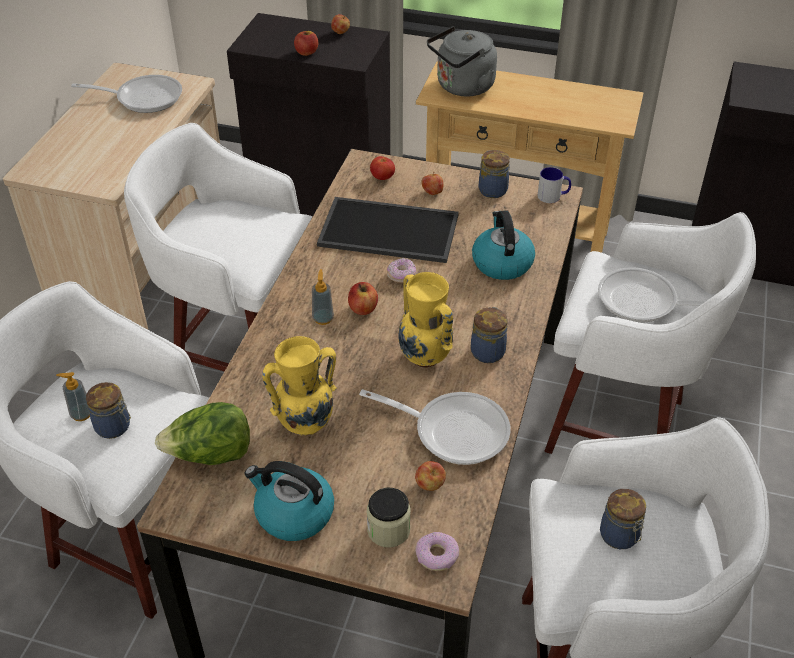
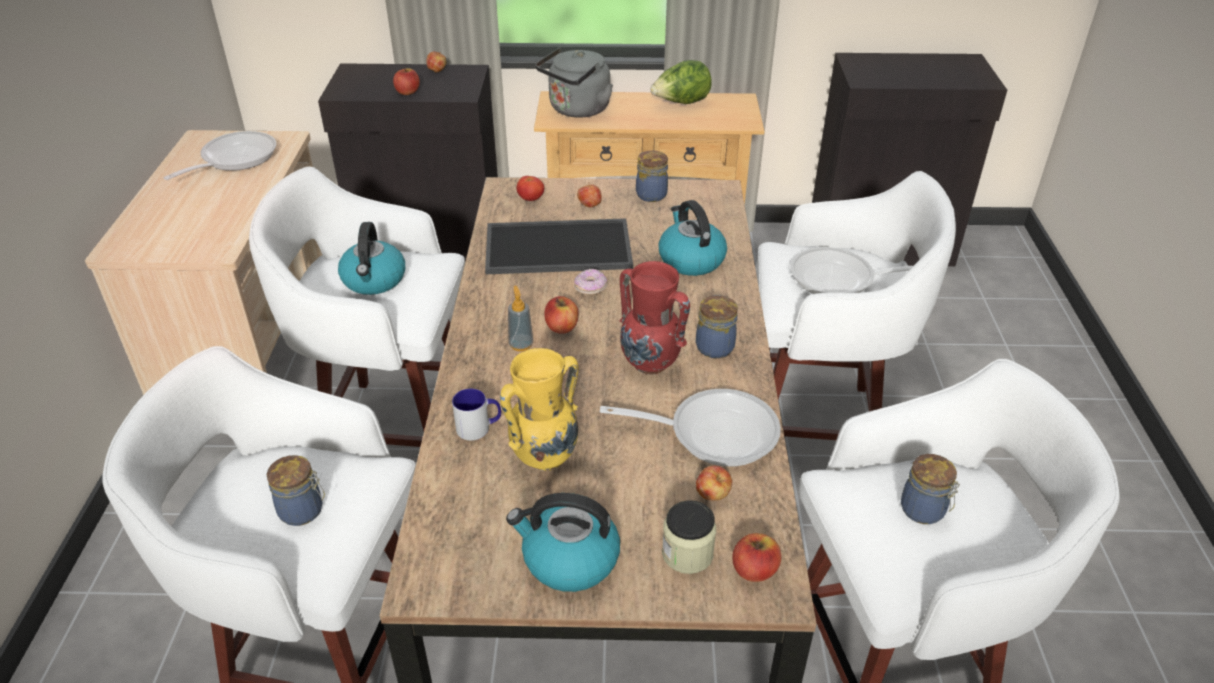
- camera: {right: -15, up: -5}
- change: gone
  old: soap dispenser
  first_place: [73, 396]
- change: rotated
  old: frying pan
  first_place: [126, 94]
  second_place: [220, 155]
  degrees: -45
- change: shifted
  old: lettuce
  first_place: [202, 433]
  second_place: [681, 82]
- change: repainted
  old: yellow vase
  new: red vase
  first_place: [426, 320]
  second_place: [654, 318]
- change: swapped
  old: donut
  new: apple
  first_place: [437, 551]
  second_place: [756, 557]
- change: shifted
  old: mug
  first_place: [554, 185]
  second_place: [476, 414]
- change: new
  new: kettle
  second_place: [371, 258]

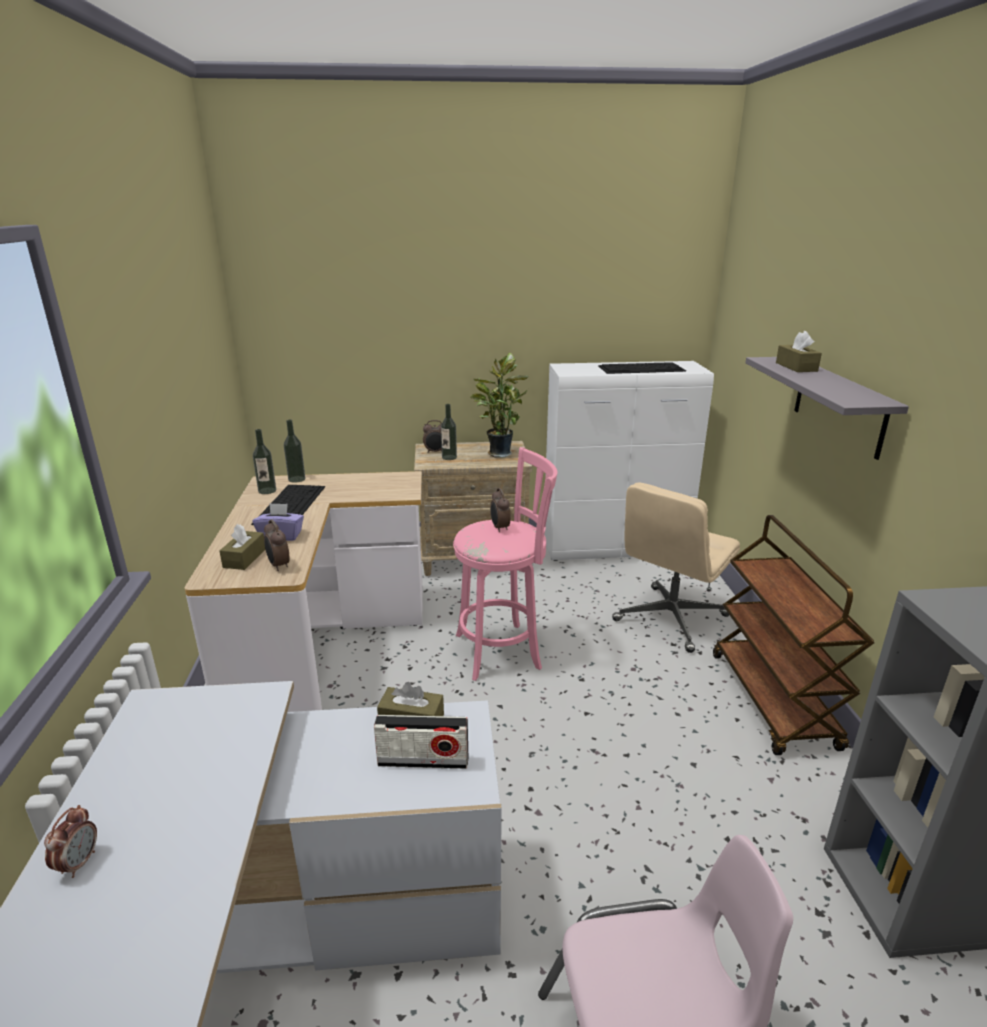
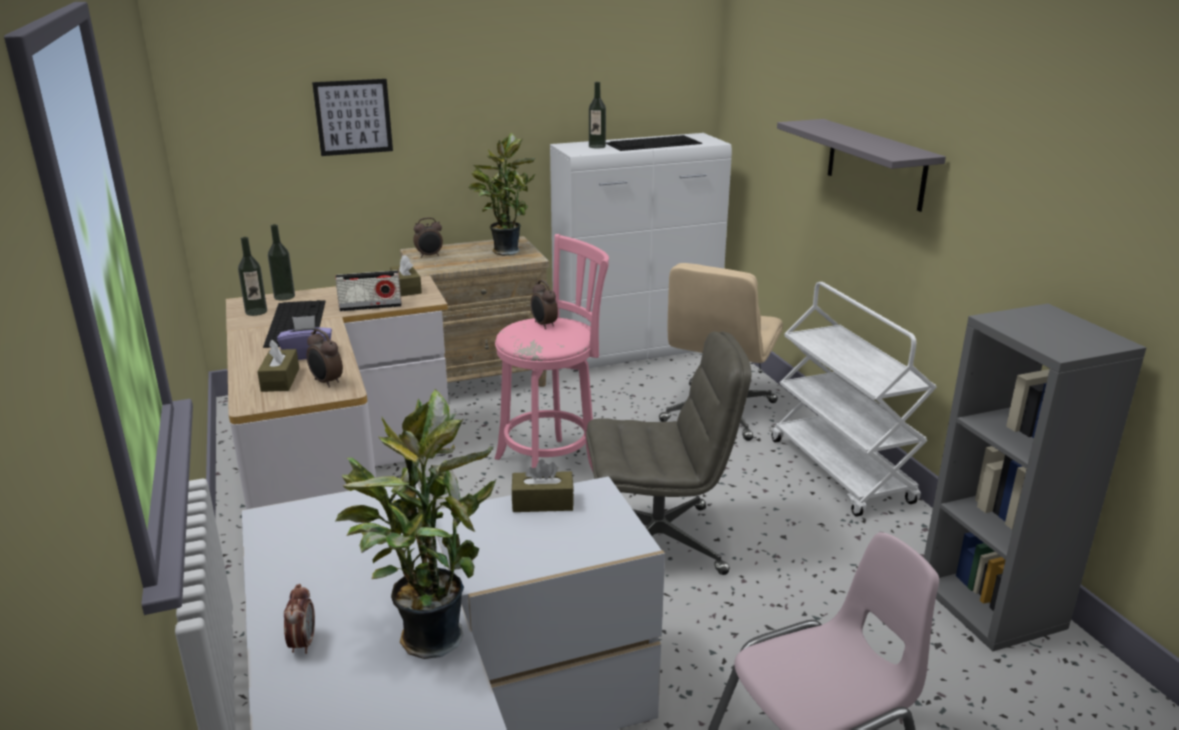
- camera: {right: -15, up: 0}
- change: shifted
  old: radio
  first_place: [421, 742]
  second_place: [368, 290]
- change: shifted
  old: bottle
  first_place: [449, 432]
  second_place: [597, 115]
- change: repainted
  old: brown cart
  new: white cart
  first_place: [793, 635]
  second_place: [854, 399]
- change: shifted
  old: brown tissue box
  first_place: [799, 351]
  second_place: [406, 275]
- change: new
  new: picture
  second_place: [352, 117]
- change: new
  new: potted plant
  second_place: [416, 524]
- change: new
  new: grey office chair
  second_place: [669, 453]

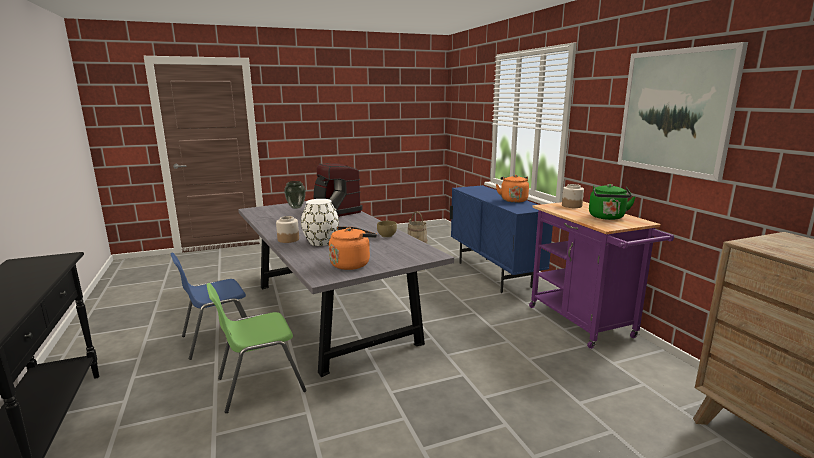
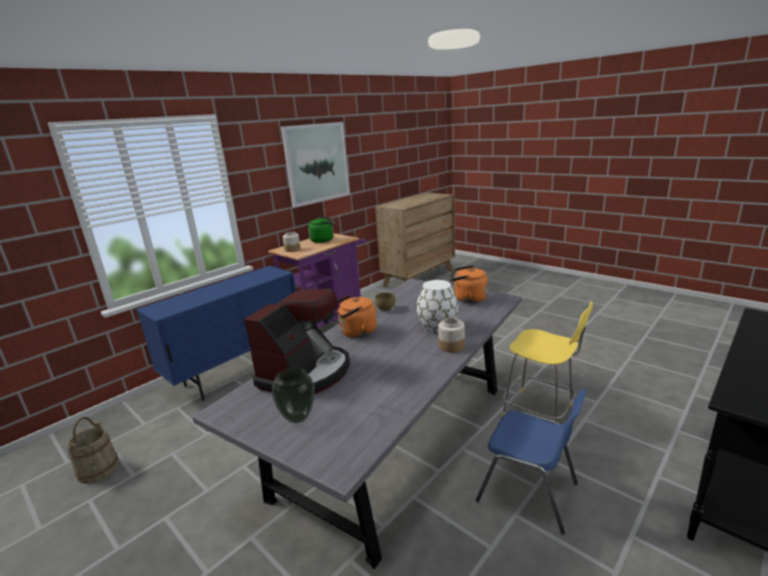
- camera: {right: -115, up: 5}
- change: swapped
  old: green chair
  new: yellow stool
  first_place: [257, 348]
  second_place: [547, 362]
- change: shifted
  old: orange kettle
  first_place: [512, 189]
  second_place: [356, 316]

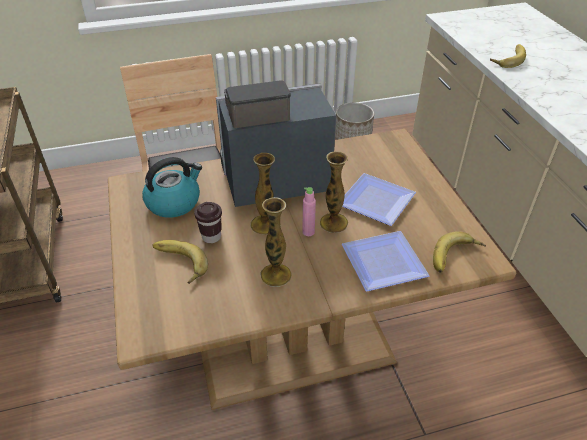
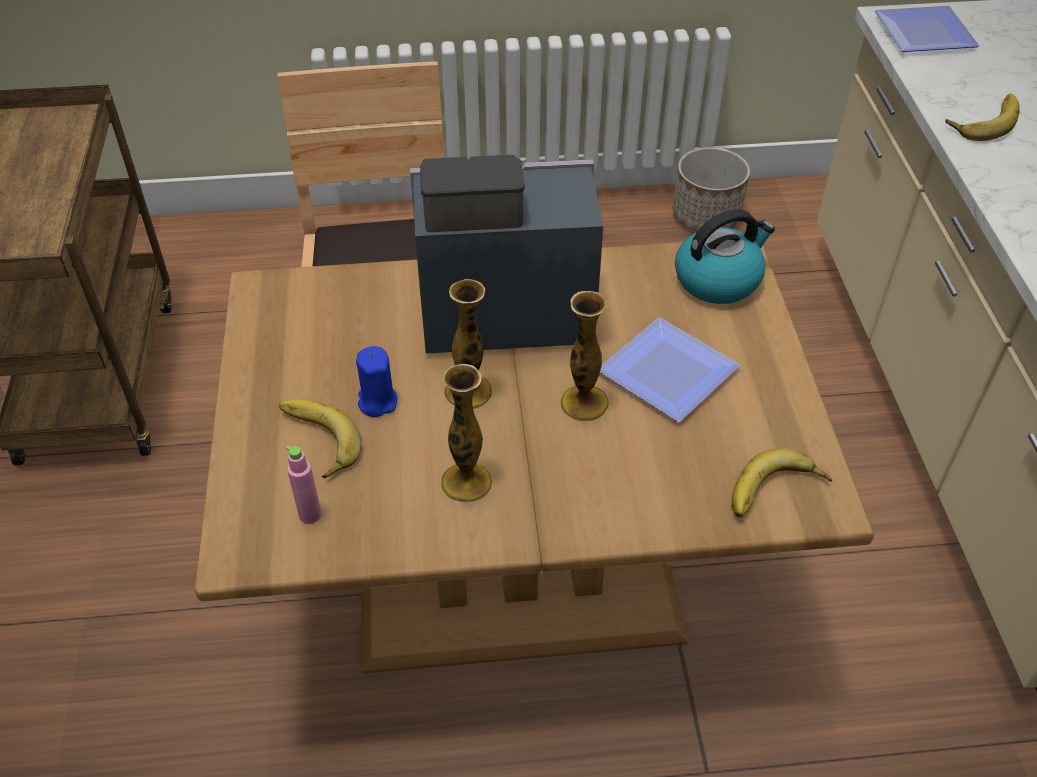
- camera: {right: 10, up: 5}
- change: shifted
  old: kettle
  first_place: [172, 187]
  second_place: [725, 256]
- change: swapped
  old: brown cup
  new: blue candle
  first_place: [208, 222]
  second_place: [376, 381]
- change: shifted
  old: pink bottle
  first_place: [309, 211]
  second_place: [303, 485]
- change: shifted
  old: plate
  first_place: [386, 261]
  second_place: [927, 29]

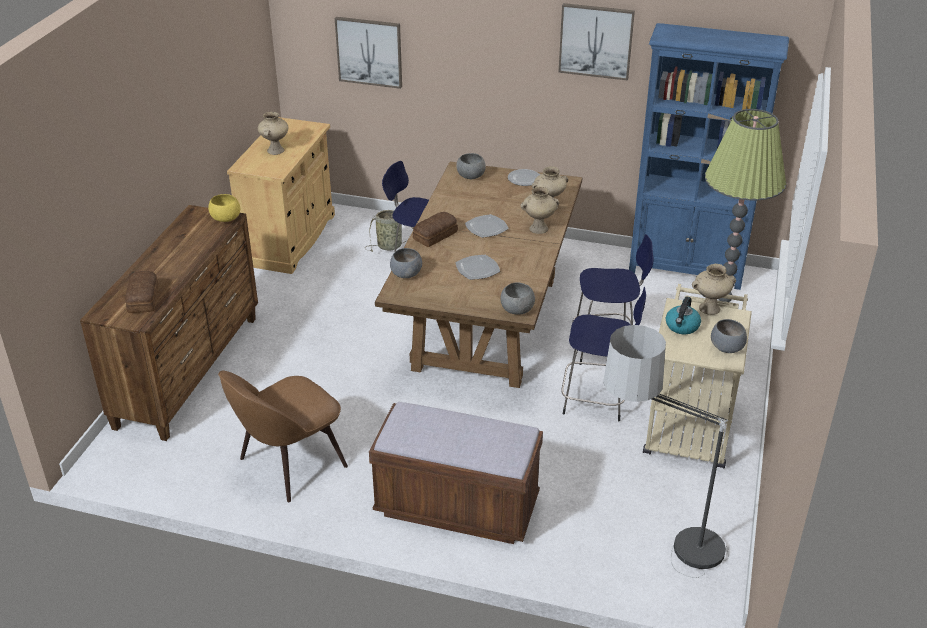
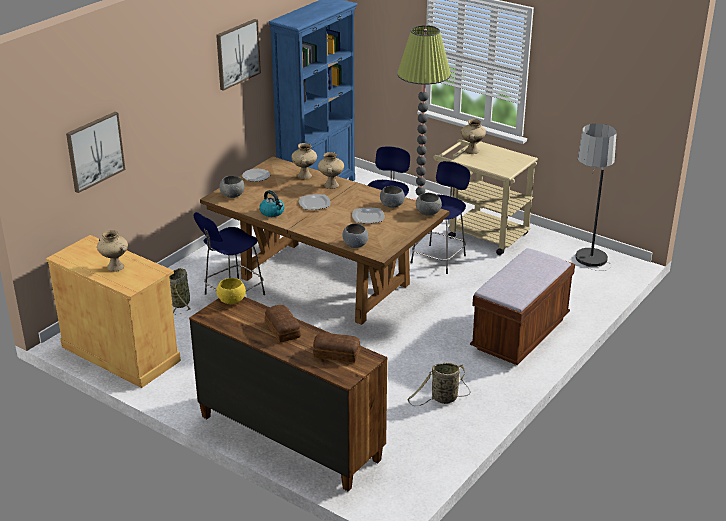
- camera: {right: -70, up: -5}
- change: swapped
  old: brown chair
  new: basket
  first_place: [283, 436]
  second_place: [439, 384]
- change: shifted
  old: bread
  first_place: [435, 229]
  second_place: [283, 323]
- change: shifted
  old: kettle
  first_place: [683, 315]
  second_place: [272, 203]
- change: shifted
  old: grey bowl
  first_place: [729, 336]
  second_place: [392, 196]

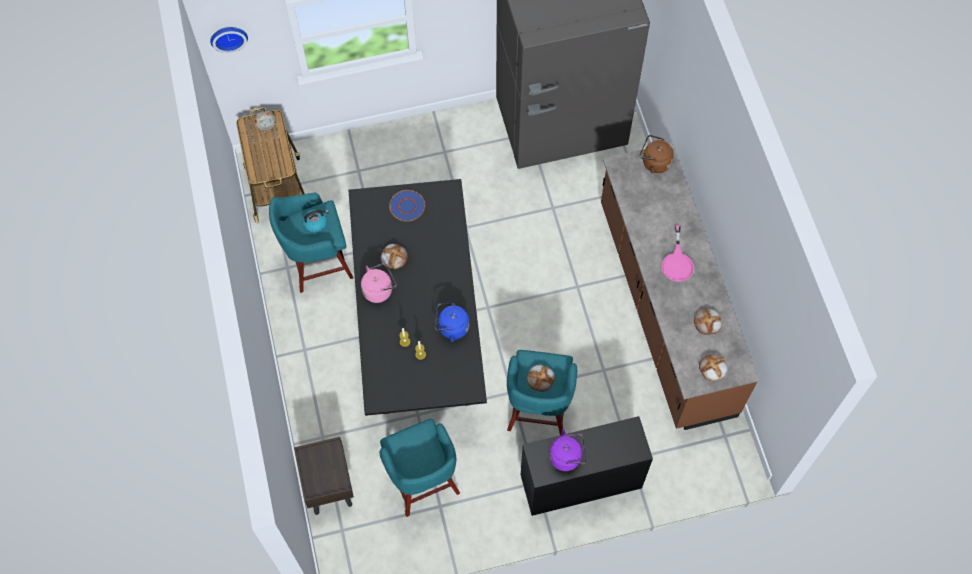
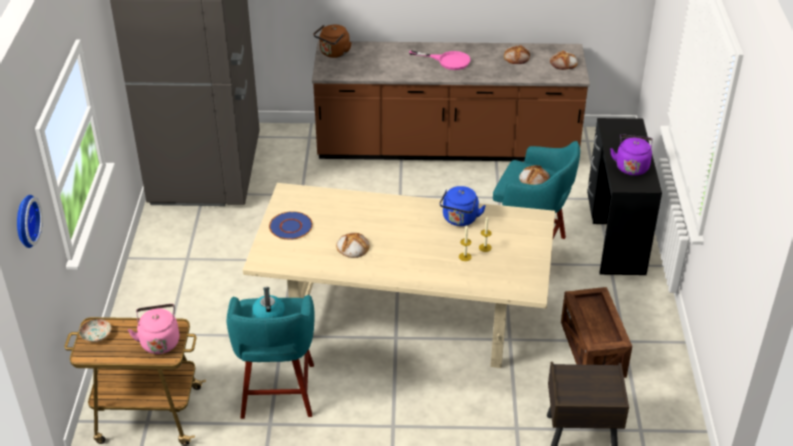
- camera: {right: -75, up: -25}
- change: repainted
  old: black dining table
  new: beige dining table
  first_place: [417, 297]
  second_place: [399, 275]
- change: shifted
  old: pink kettle
  first_place: [379, 283]
  second_place: [153, 329]
- change: swapped
  old: turquoise stool
  new: crate
  first_place: [420, 467]
  second_place: [596, 332]

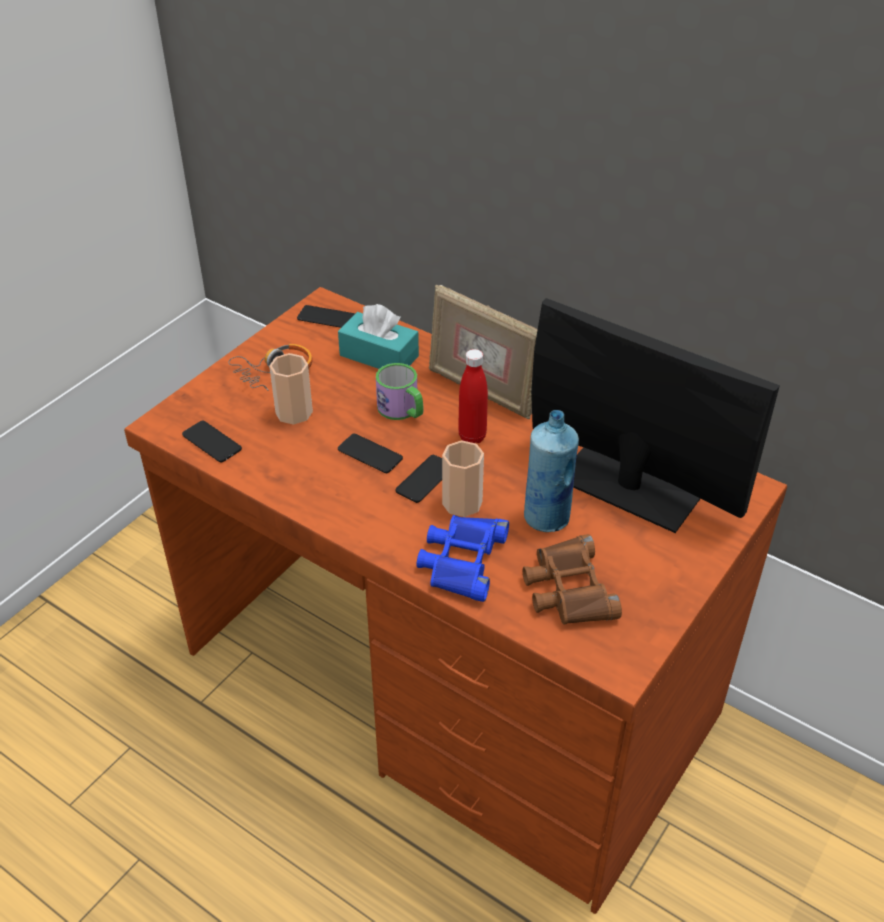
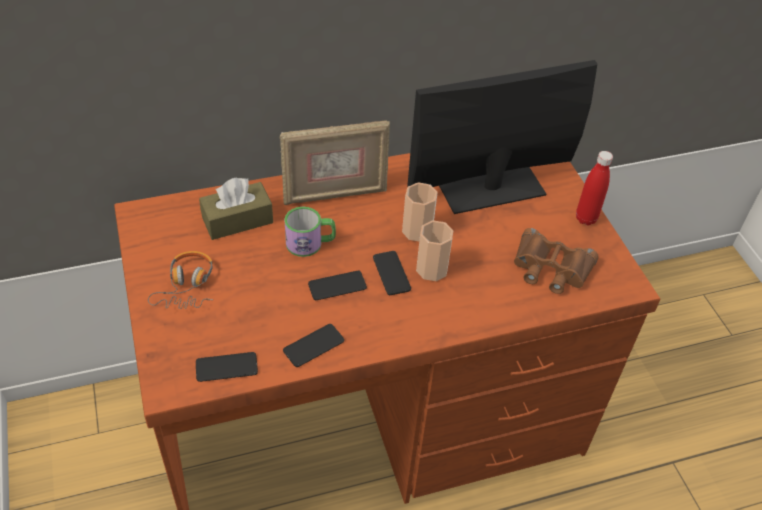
- camera: {right: -55, up: 5}
- change: shifted
  old: cup
  first_place: [291, 388]
  second_place: [420, 211]
- change: shifted
  old: phone
  first_place: [326, 316]
  second_place: [313, 345]
- change: repainted
  old: turquoise tissue box
  new: brown tissue box
  first_place: [378, 336]
  second_place: [236, 209]
- change: gone
  old: blue binoculars
  first_place: [463, 558]
- change: shifted
  old: red bottle
  first_place: [473, 396]
  second_place: [594, 188]
- change: gone
  old: blue bottle
  first_place: [551, 471]

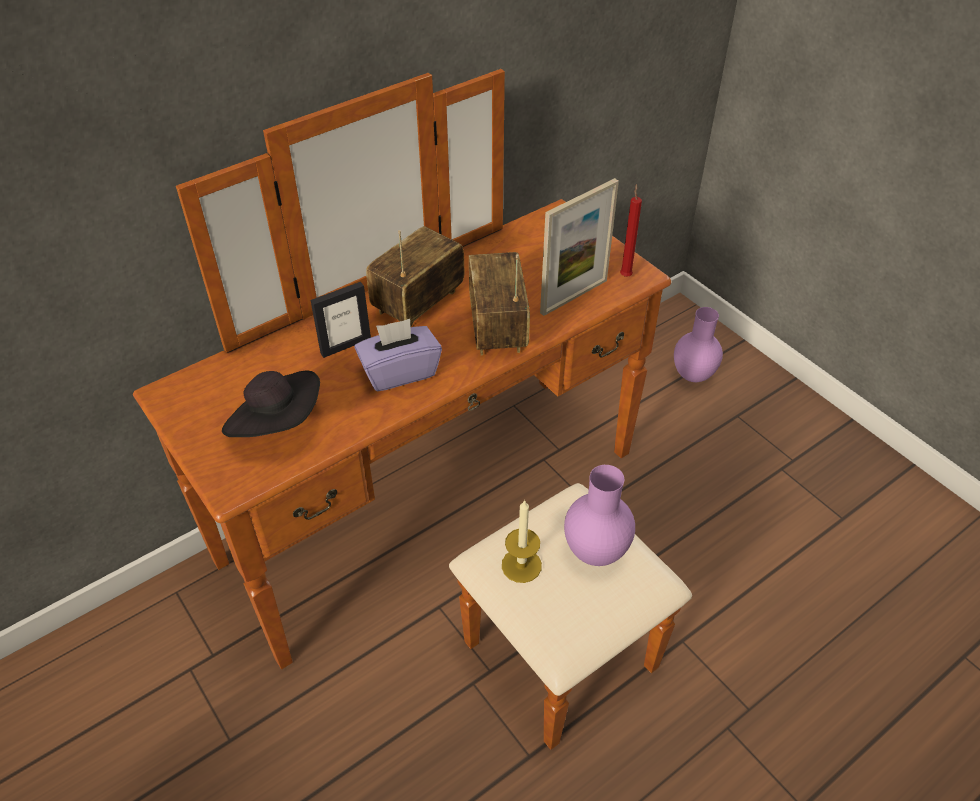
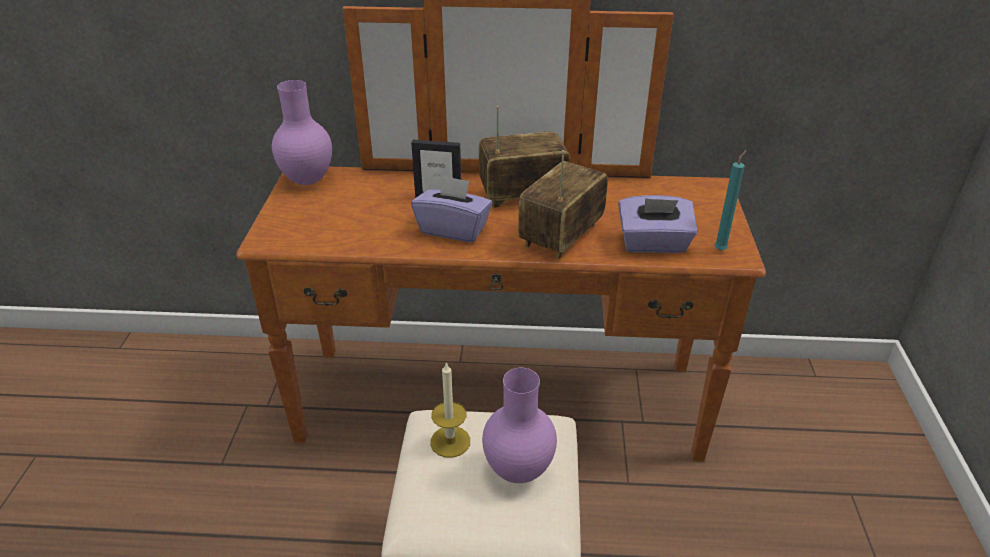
- camera: {right: 40, up: -10}
- change: gone
  old: black hat
  first_place: [271, 404]
- change: swapped
  old: picture frame
  new: purple tissue box
  first_place: [579, 247]
  second_place: [658, 224]
- change: repainted
  old: red candle
  new: turquoise candle
  first_place: [631, 230]
  second_place: [730, 200]
- change: shifted
  old: purple vase
  first_place: [698, 344]
  second_place: [302, 132]

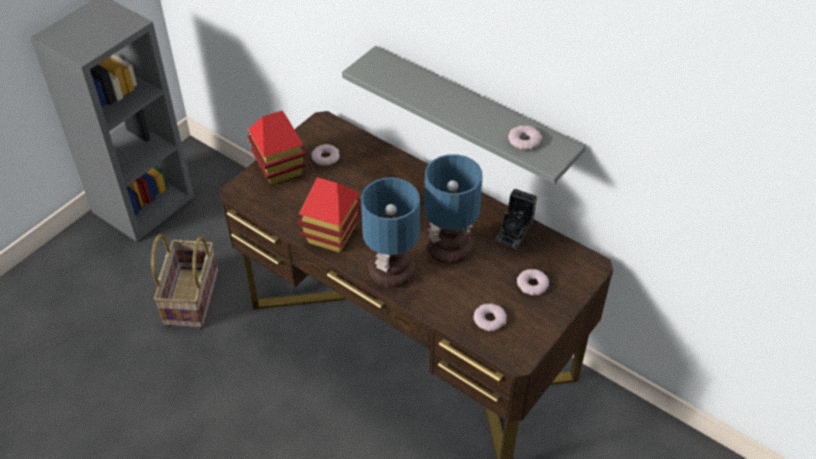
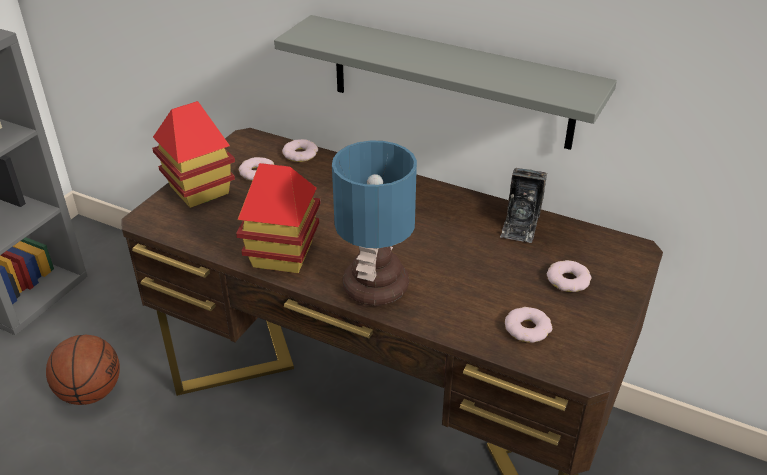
- camera: {right: -10, up: -10}
- change: swapped
  old: basket
  new: basketball
  first_place: [184, 281]
  second_place: [83, 370]
- change: gone
  old: table lamp
  first_place: [453, 209]
- change: shifted
  old: donut
  first_place: [525, 137]
  second_place: [300, 150]

